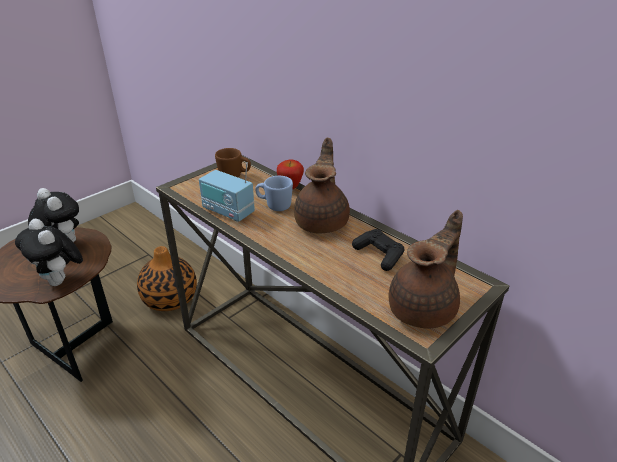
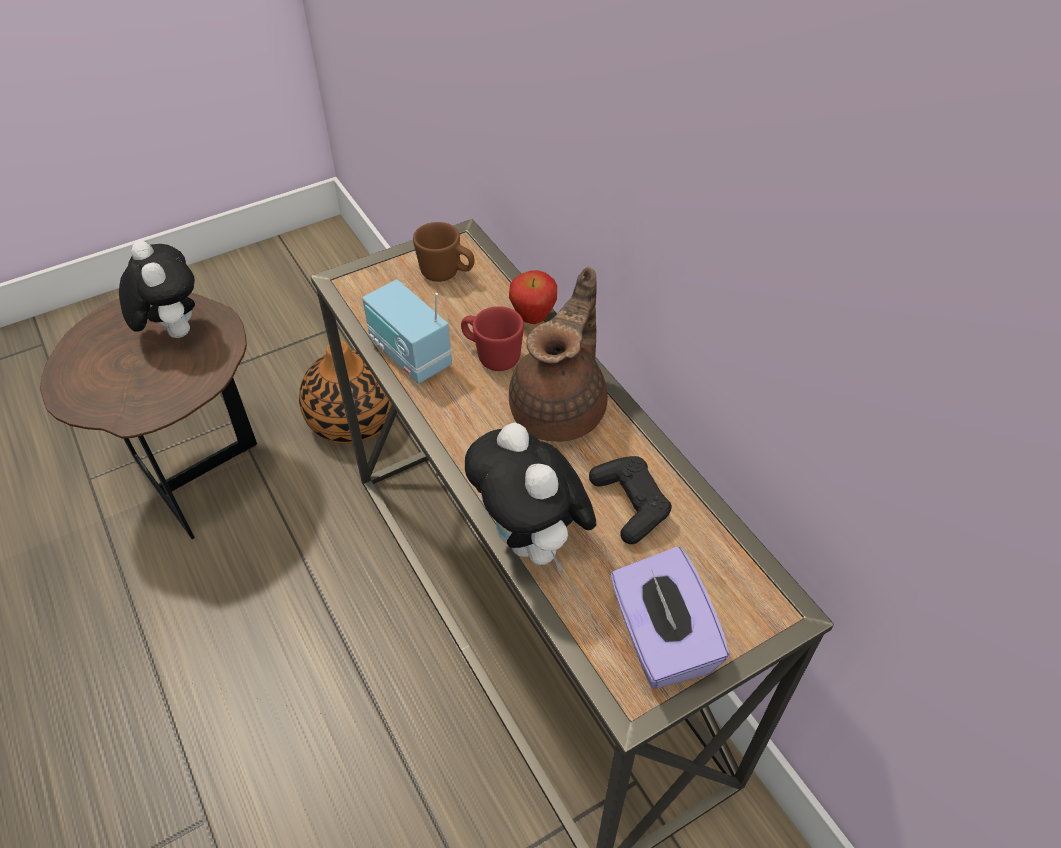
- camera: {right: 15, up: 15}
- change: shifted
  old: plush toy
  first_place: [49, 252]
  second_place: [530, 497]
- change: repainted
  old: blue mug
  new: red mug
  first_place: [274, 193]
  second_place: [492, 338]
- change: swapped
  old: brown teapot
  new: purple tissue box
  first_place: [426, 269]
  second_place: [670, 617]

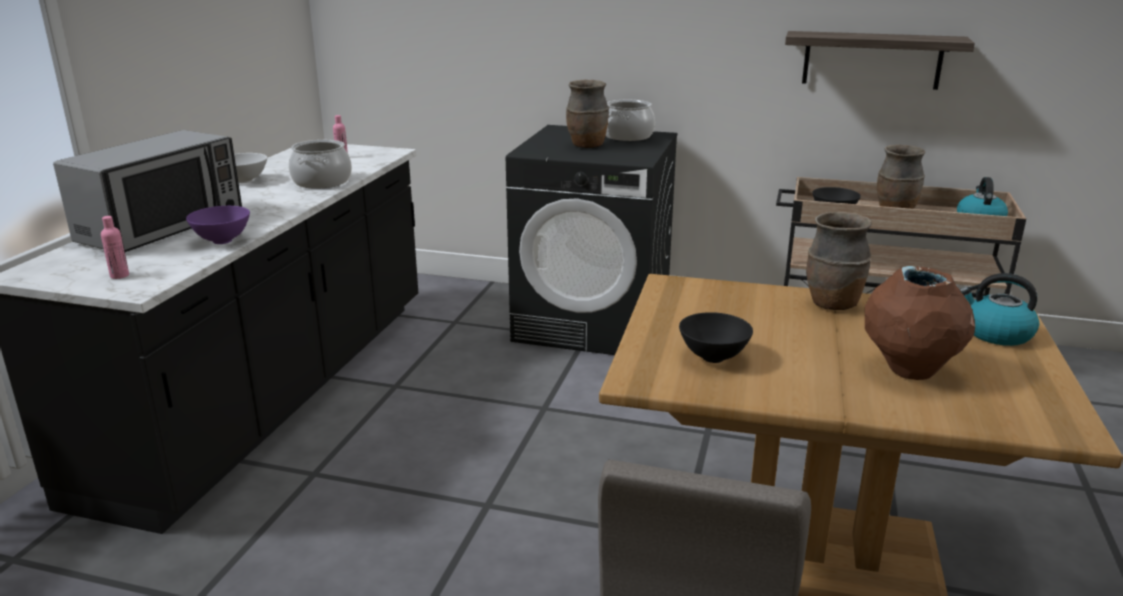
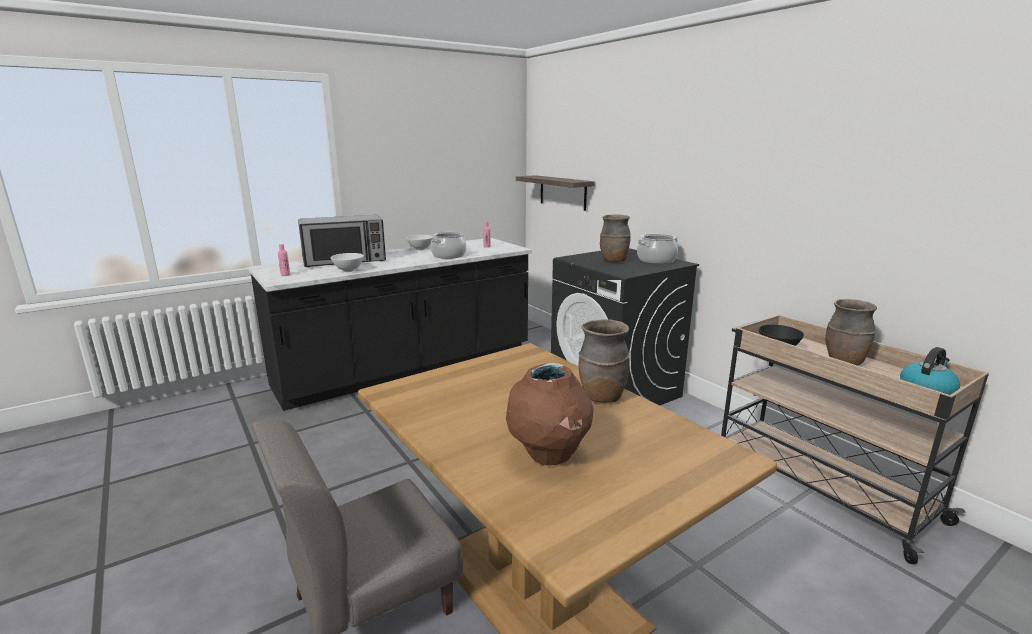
- camera: {right: 40, up: -5}
- change: repainted
  old: purple bowl
  new: white bowl
  first_place: [218, 225]
  second_place: [347, 262]
- change: gone
  old: black bowl
  first_place: [716, 337]
- change: shifted
  old: shelf
  first_place: [880, 60]
  second_place: [555, 193]
- change: gone
  old: kettle
  first_place: [999, 309]

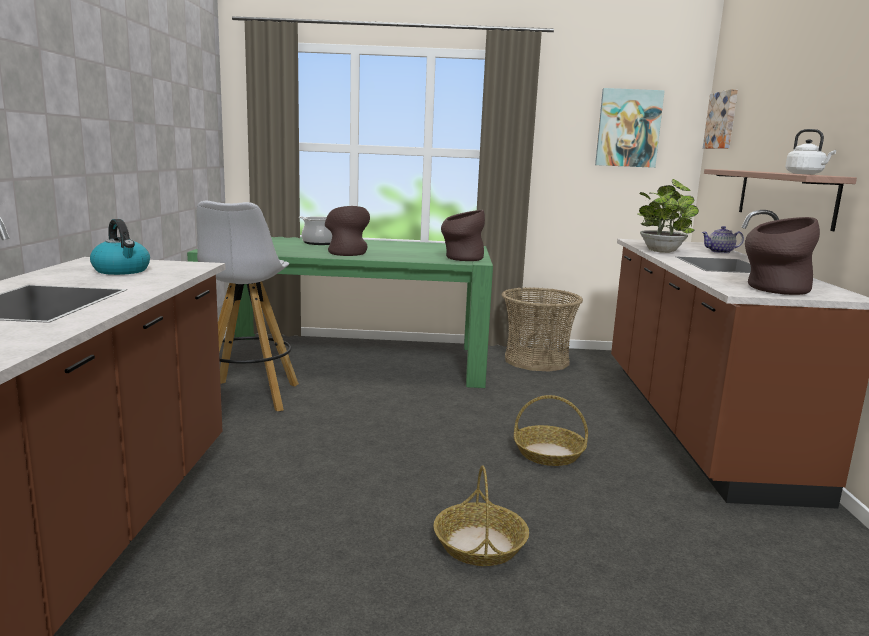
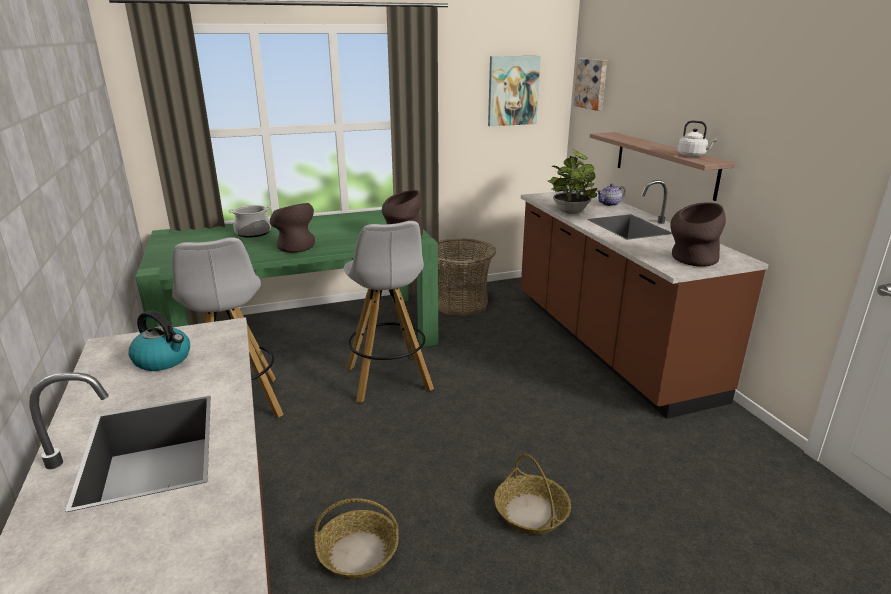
- camera: {right: -20, up: 10}
- change: shifted
  old: basket
  first_place: [551, 430]
  second_place: [356, 538]
- change: new
  new: white stool
  second_place: [389, 312]

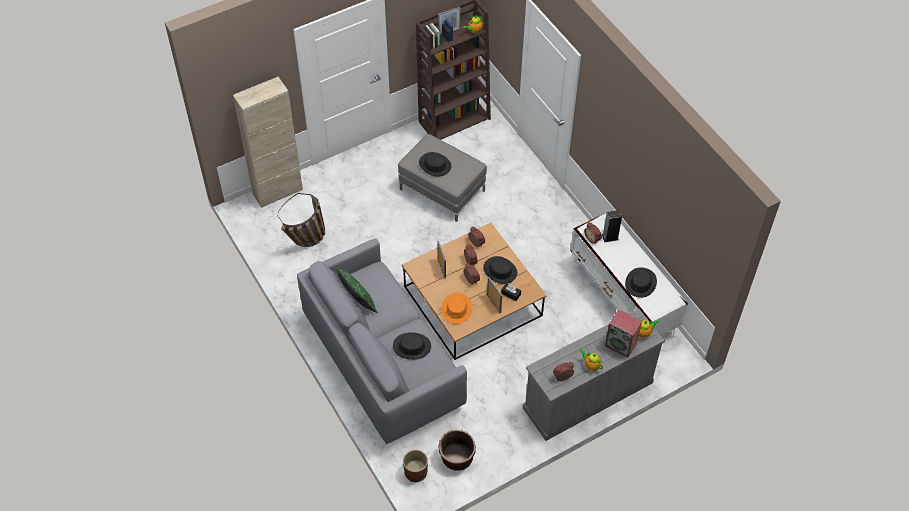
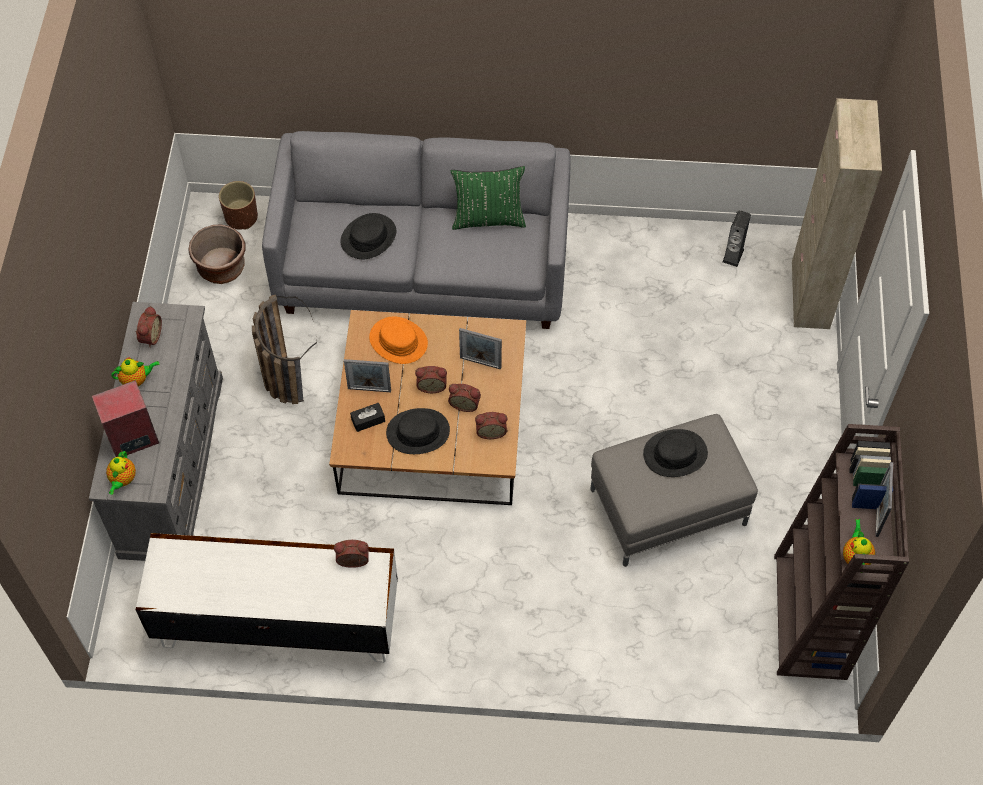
- camera: {right: 125, up: 5}
- change: shifted
  old: basket
  first_place: [301, 220]
  second_place: [284, 349]
- change: shifted
  old: speaker
  first_place: [612, 226]
  second_place: [736, 238]
- change: gone
  old: black hat
  first_place: [641, 282]

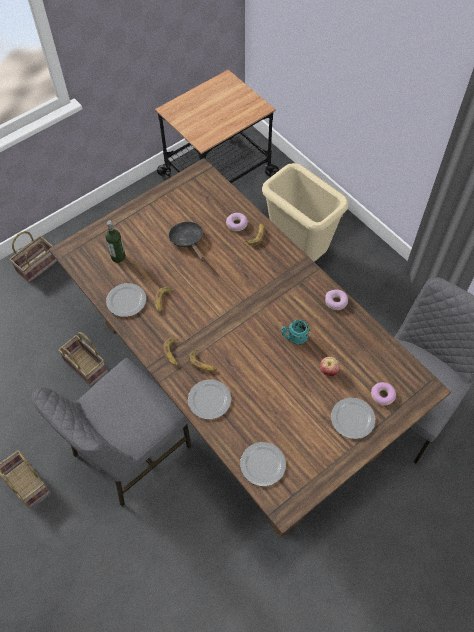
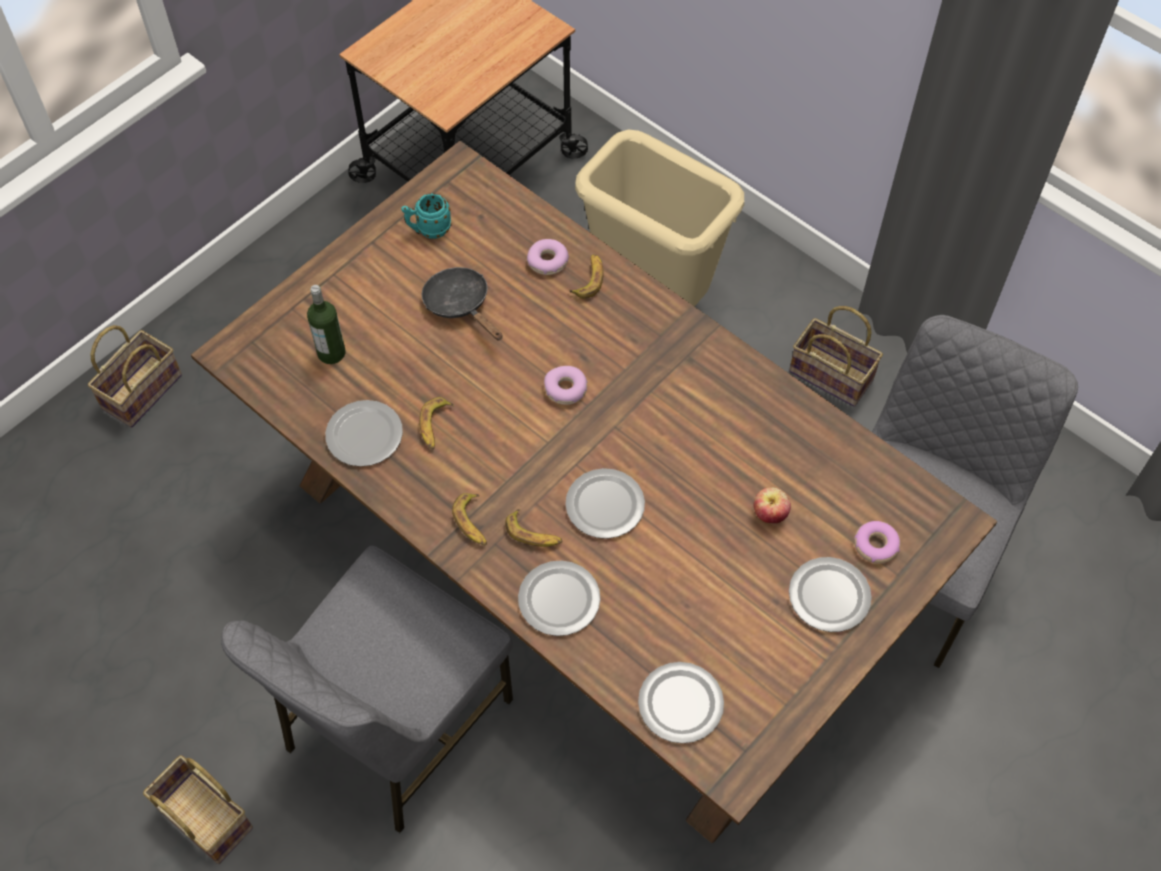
- camera: {right: -10, up: 0}
- change: shifted
  old: basket
  first_place: [82, 359]
  second_place: [836, 356]
- change: shifted
  old: turquoise mug
  first_place: [296, 332]
  second_place: [426, 216]
- change: shifted
  old: donut
  first_place: [336, 300]
  second_place: [566, 385]
- change: new
  new: plate
  second_place: [605, 503]

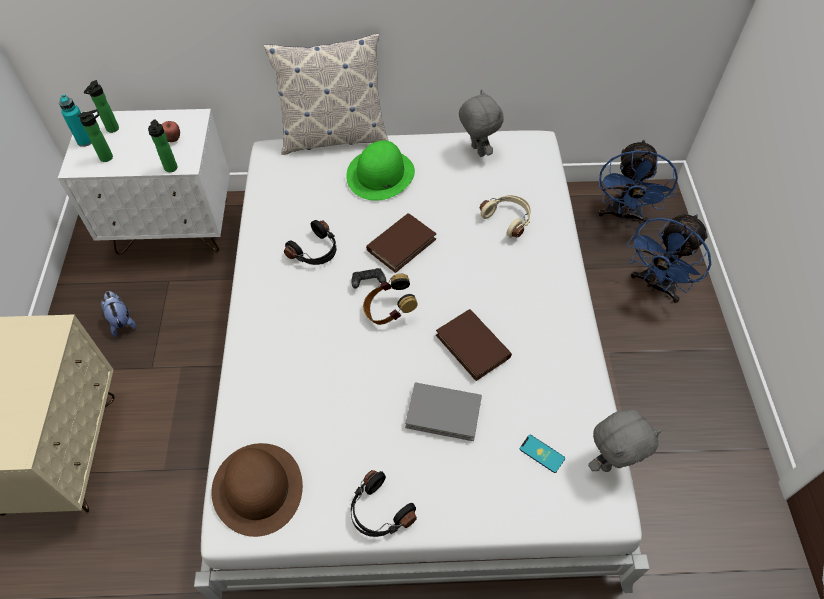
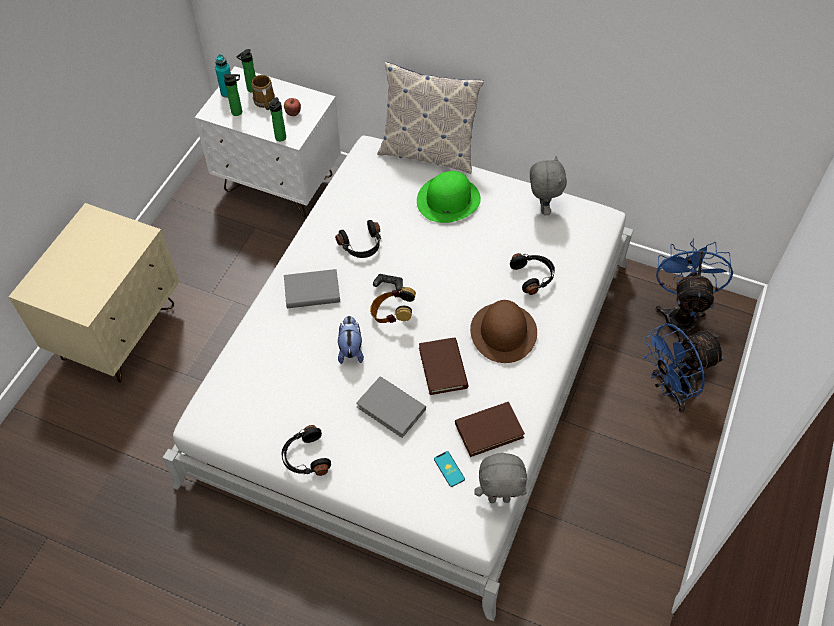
- camera: {right: 25, up: 0}
- change: shifted
  old: plush toy
  first_place: [118, 314]
  second_place: [351, 340]
- change: shifted
  old: brown hat
  first_place: [257, 490]
  second_place: [503, 331]
- change: shifted
  old: brown book
  first_place: [401, 243]
  second_place: [490, 429]
- change: repainted
  old: beige headphones
  new: black headphones
  first_place: [505, 216]
  second_place: [532, 274]
- change: rotated
  old: blue fan
  first_place: [638, 182]
  second_place: [694, 291]
  degrees: 150
- change: new
  new: mug
  second_place: [263, 92]
- change: new
  new: grey book
  second_place: [312, 288]

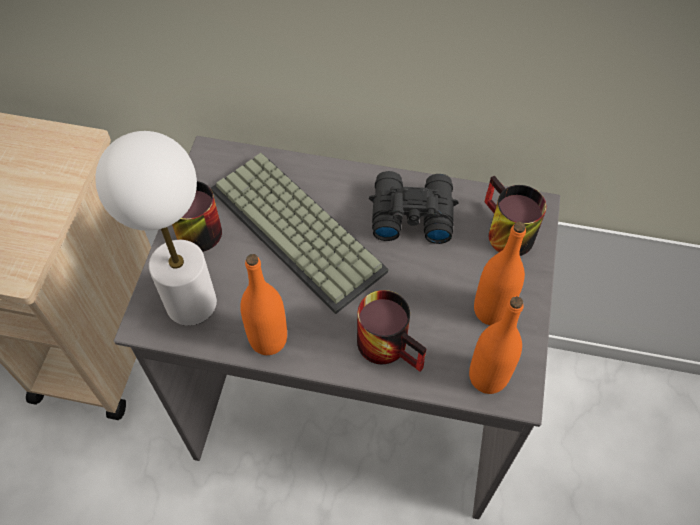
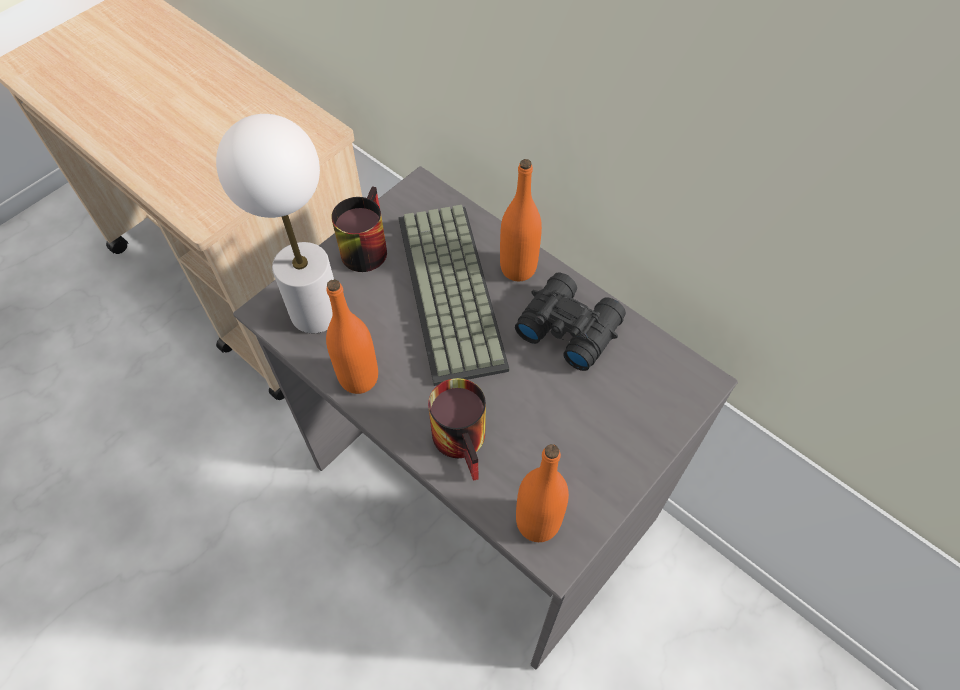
- camera: {right: 30, up: 0}
- change: shifted
  old: orange bottle
  first_place: [500, 273]
  second_place: [521, 220]
- change: gone
  old: mug
  first_place: [515, 216]

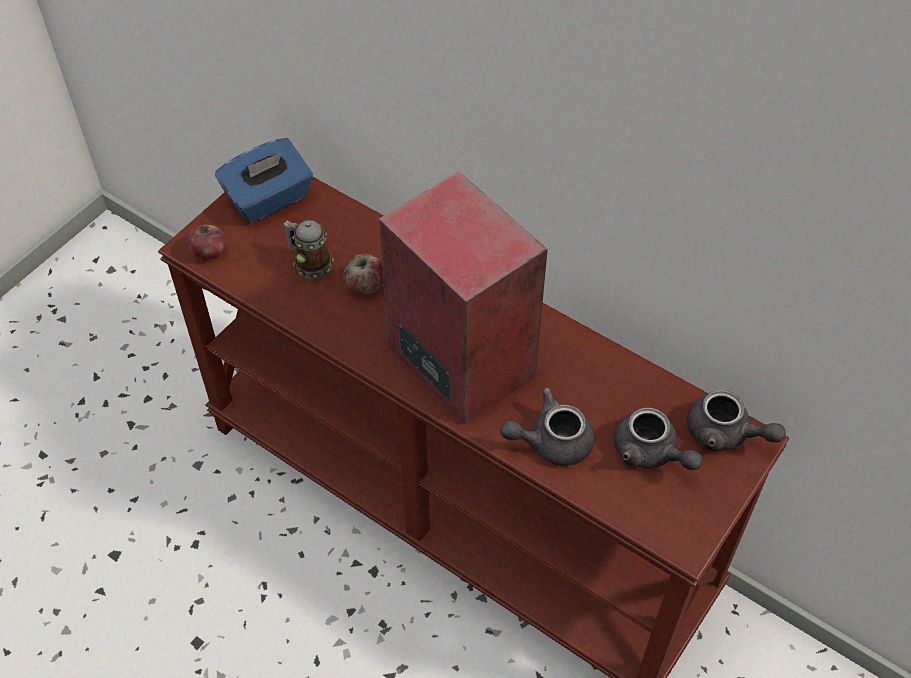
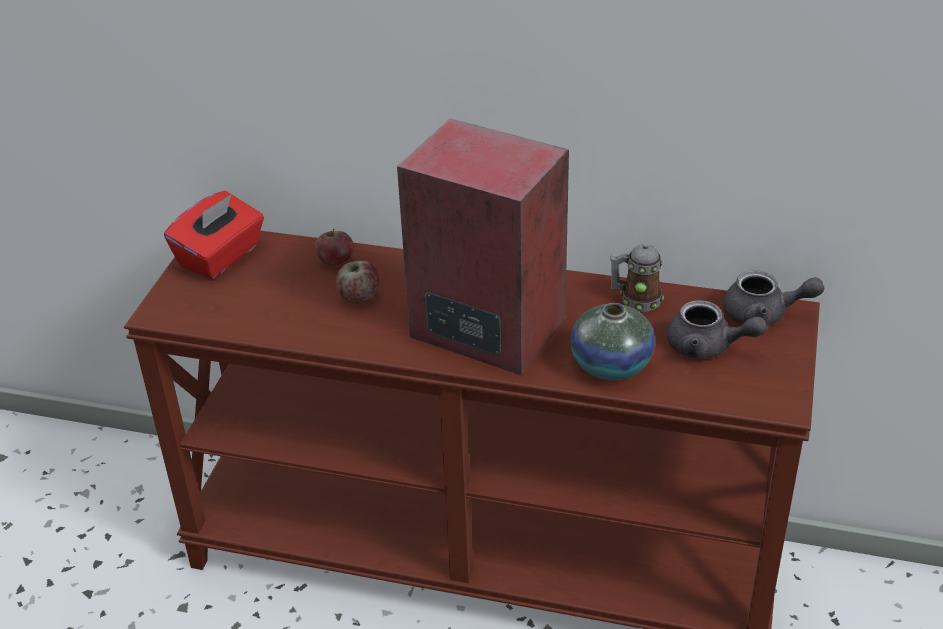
- camera: {right: -20, up: -15}
- change: shifted
  old: apple
  first_place: [206, 242]
  second_place: [334, 247]
- change: repainted
  old: blue tissue box
  new: red tissue box
  first_place: [264, 180]
  second_place: [214, 235]
- change: shifted
  old: mug
  first_place: [309, 249]
  second_place: [637, 278]
- change: swapped
  old: grey teapot
  new: vase
  first_place: [547, 426]
  second_place: [613, 341]

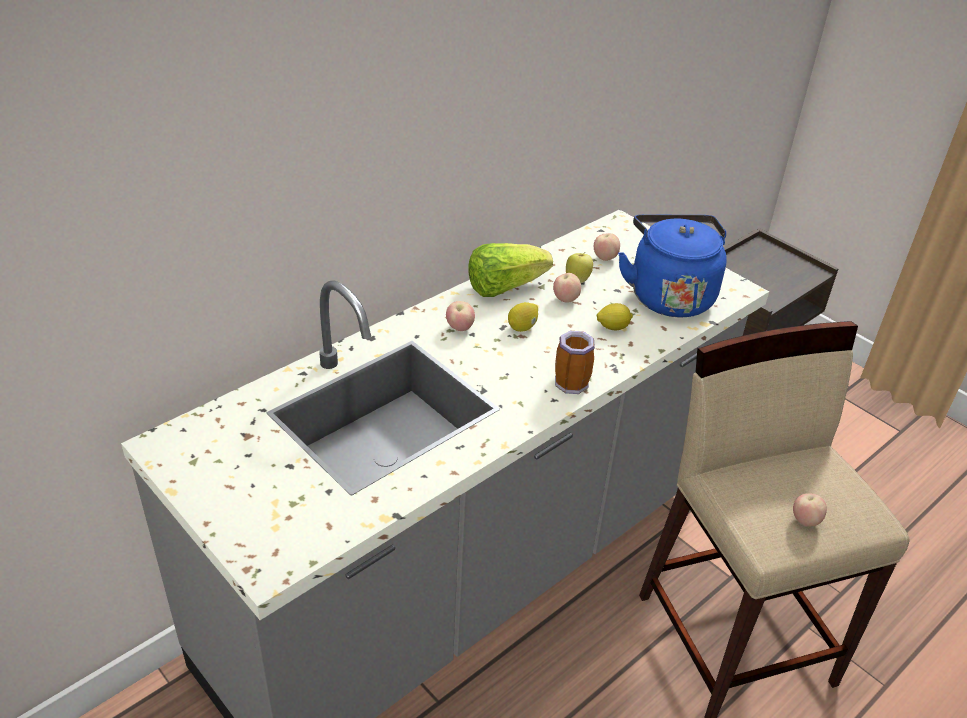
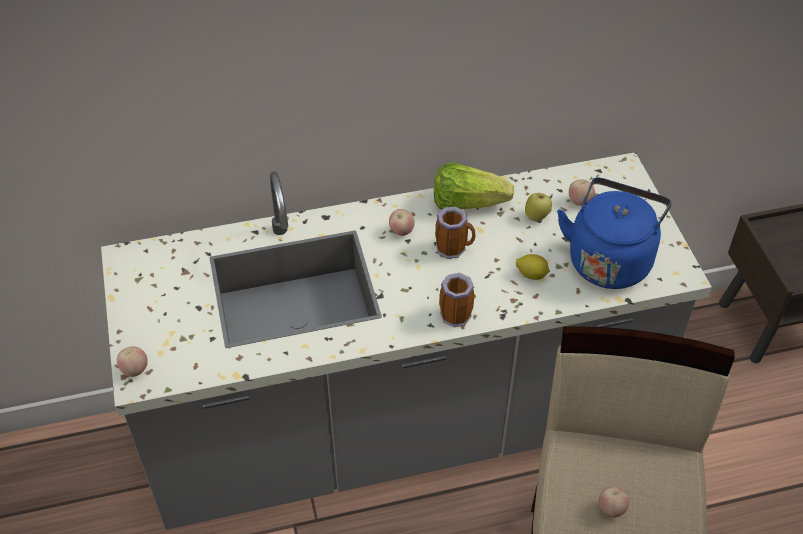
- camera: {right: 30, up: 10}
- change: swapped
  old: lemon
  new: mug
  first_place: [523, 317]
  second_place: [455, 232]
- change: shifted
  old: apple
  first_place: [567, 288]
  second_place: [132, 362]

